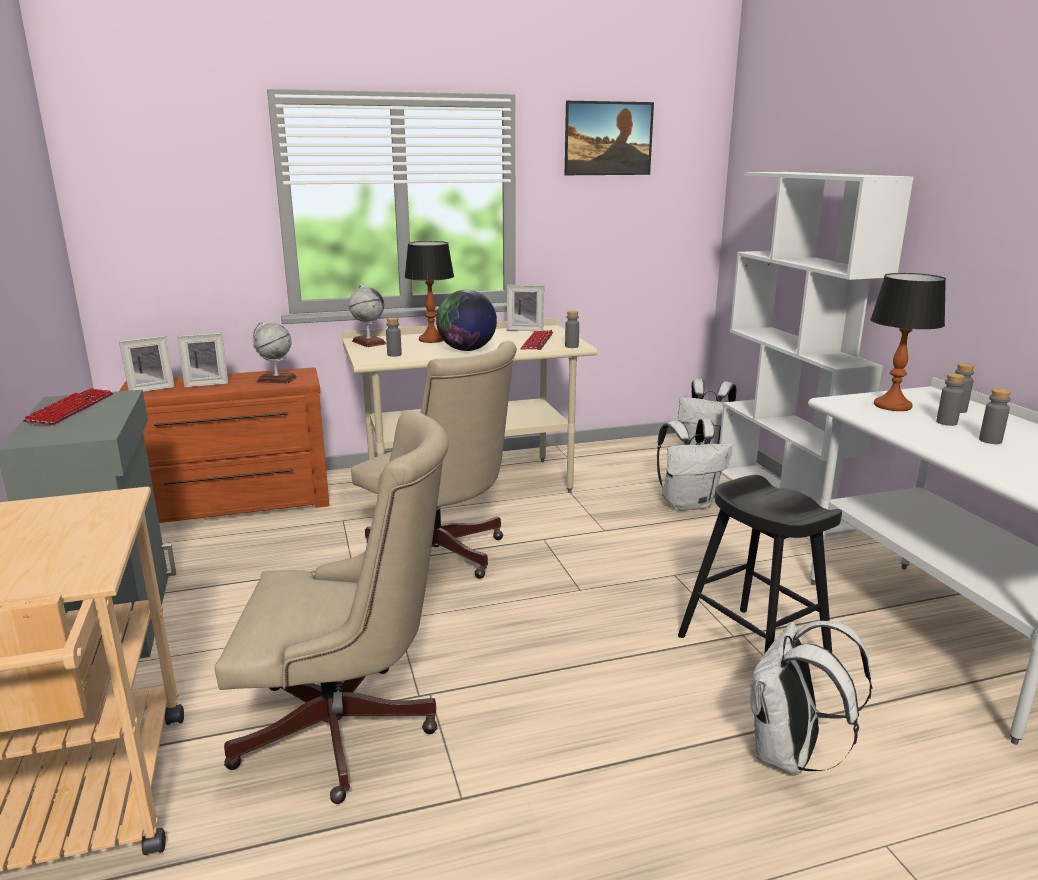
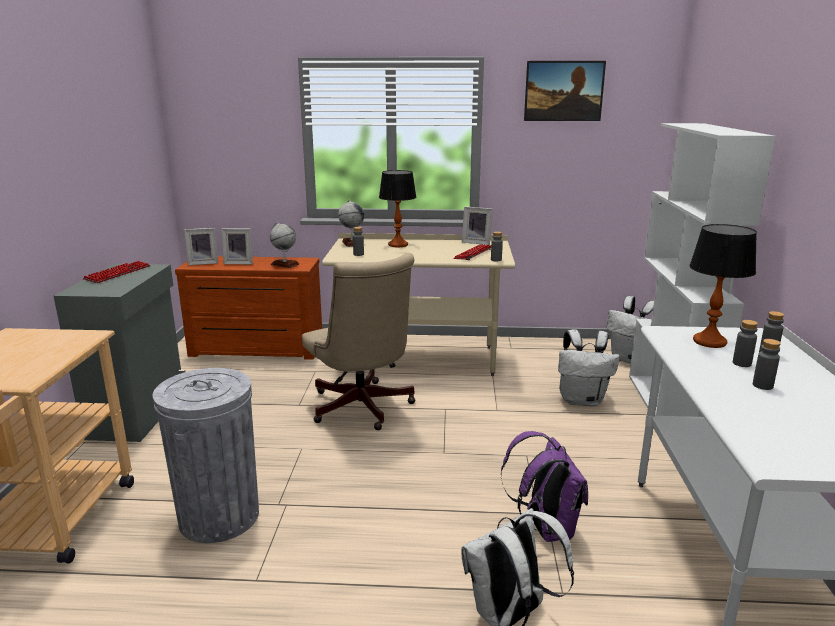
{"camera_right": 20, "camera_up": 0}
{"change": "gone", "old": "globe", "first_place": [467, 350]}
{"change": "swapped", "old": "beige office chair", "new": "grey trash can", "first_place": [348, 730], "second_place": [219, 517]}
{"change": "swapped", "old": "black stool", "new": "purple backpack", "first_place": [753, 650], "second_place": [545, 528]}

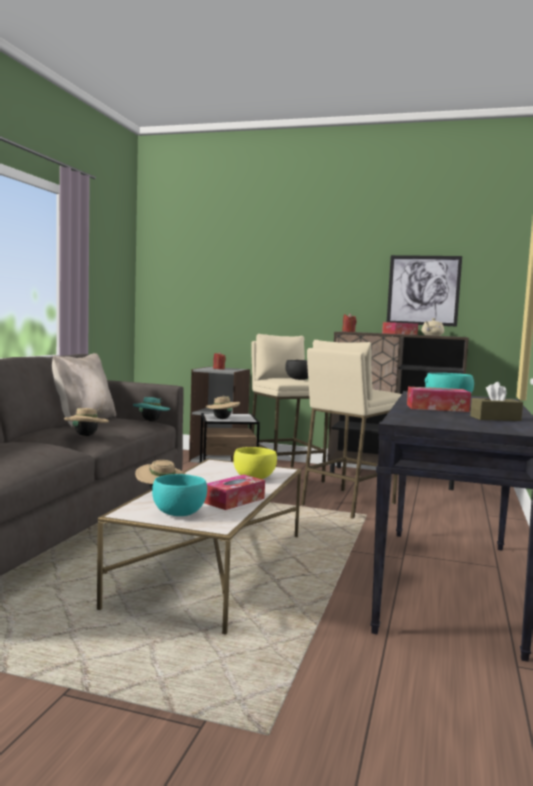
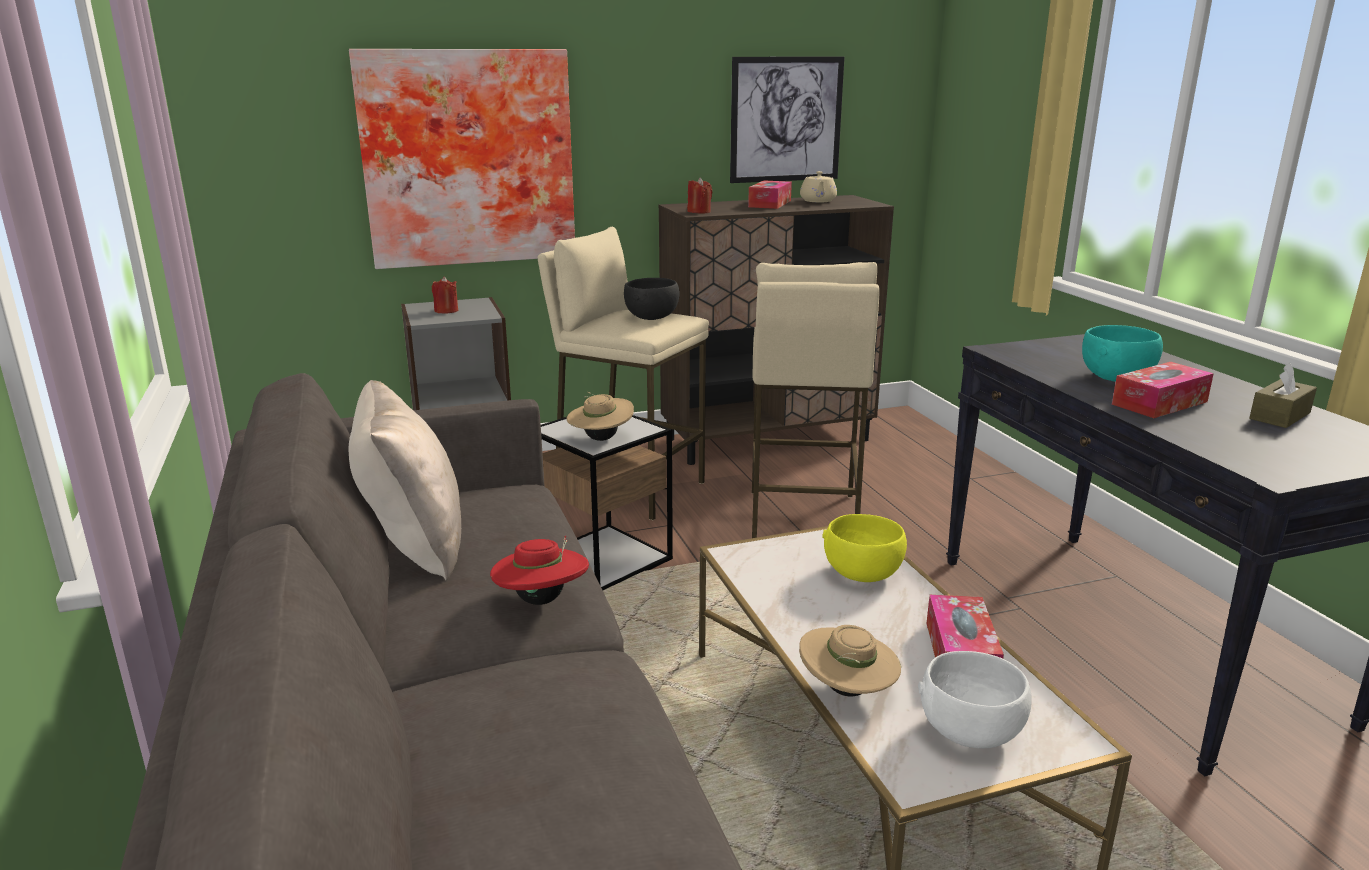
{"camera_right": -35, "camera_up": 15}
{"change": "gone", "old": "turquoise hat", "first_place": [151, 421]}
{"change": "repainted", "old": "beige hat", "new": "red hat", "first_place": [86, 436], "second_place": [542, 600]}
{"change": "repainted", "old": "turquoise bowl", "new": "white bowl", "first_place": [178, 513], "second_place": [970, 733]}
{"change": "new", "new": "picture", "second_place": [468, 158]}

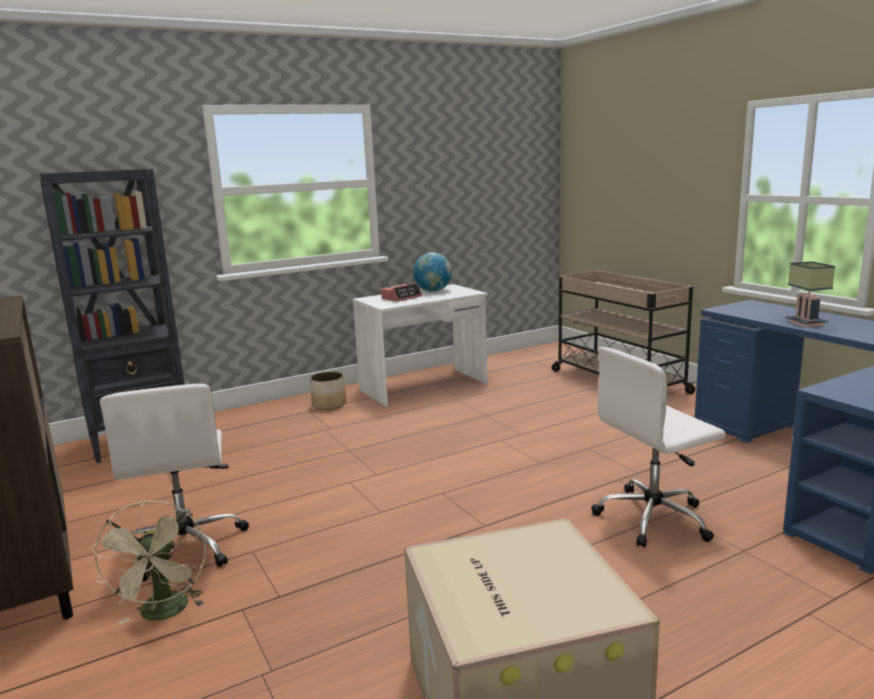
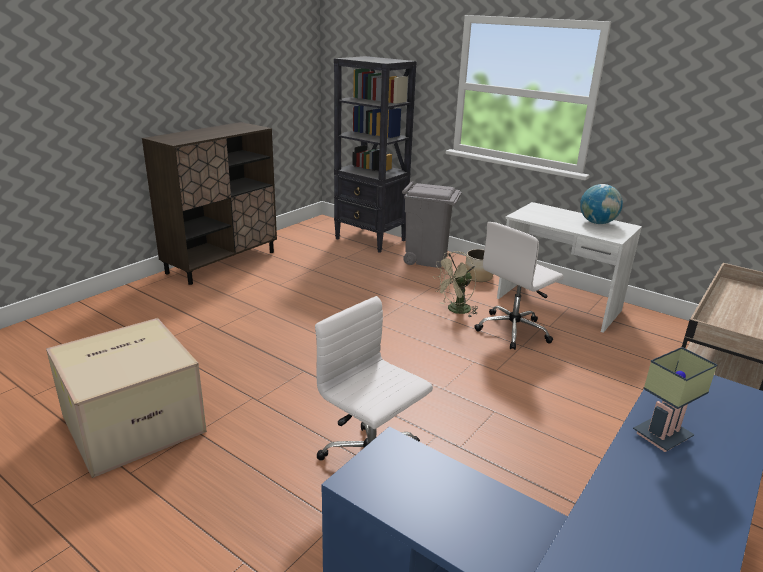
{"camera_right": 65, "camera_up": 10}
{"change": "gone", "old": "alarm clock", "first_place": [401, 298]}
{"change": "shifted", "old": "white office chair", "first_place": [186, 547], "second_place": [513, 330]}
{"change": "shifted", "old": "beige fan", "first_place": [164, 613], "second_place": [455, 310]}
{"change": "new", "new": "grey trash can", "second_place": [426, 259]}

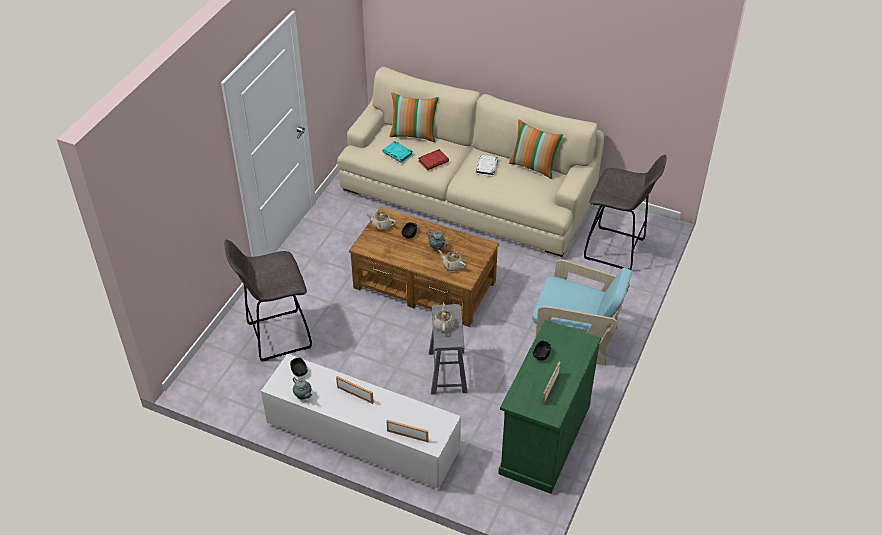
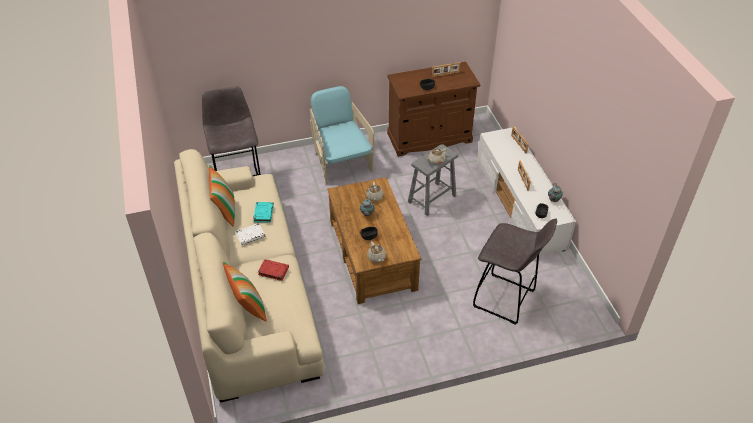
{"camera_right": -130, "camera_up": 0}
{"change": "shifted", "old": "turquoise book", "first_place": [398, 154], "second_place": [263, 213]}
{"change": "repainted", "old": "green cabinet", "new": "brown cabinet", "first_place": [544, 439], "second_place": [429, 138]}

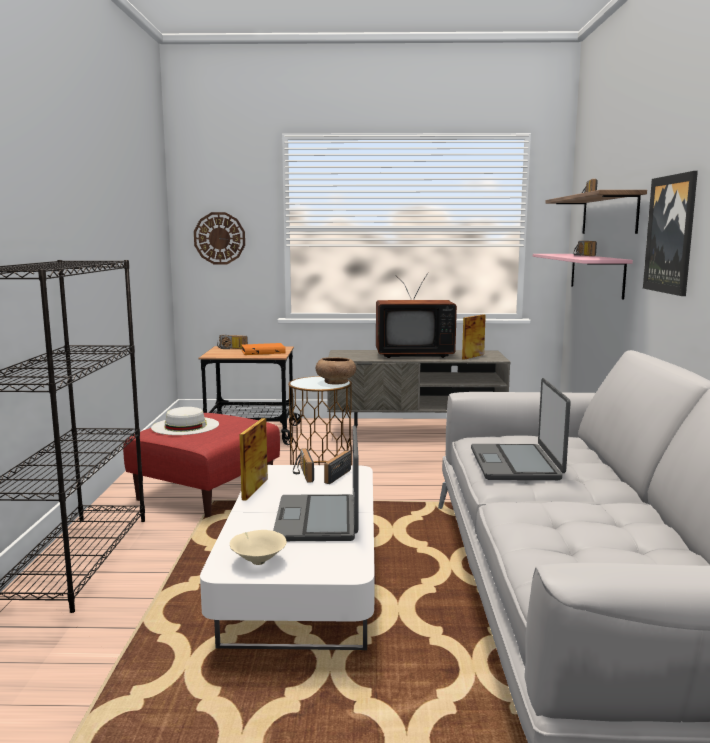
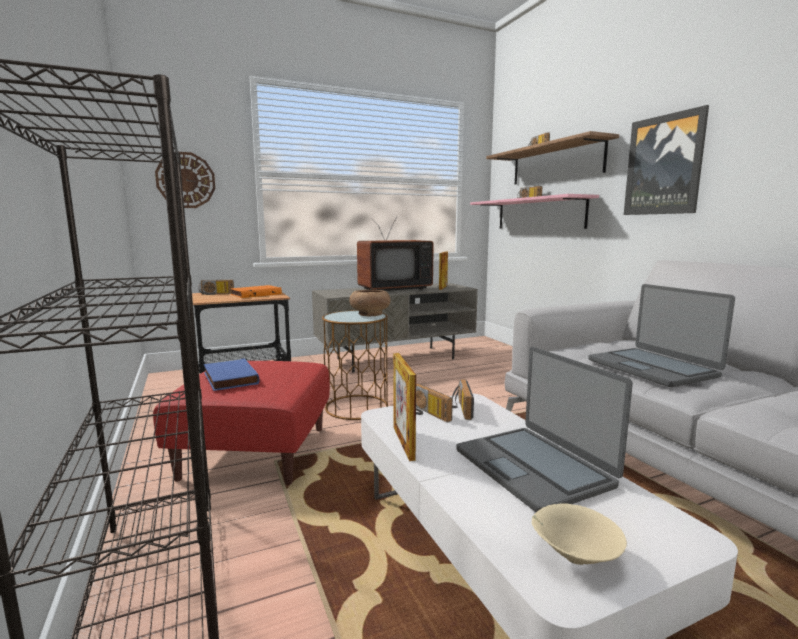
{"camera_right": -25, "camera_up": 0}
{"change": "swapped", "old": "white hat", "new": "blue book", "first_place": [185, 426], "second_place": [229, 378]}

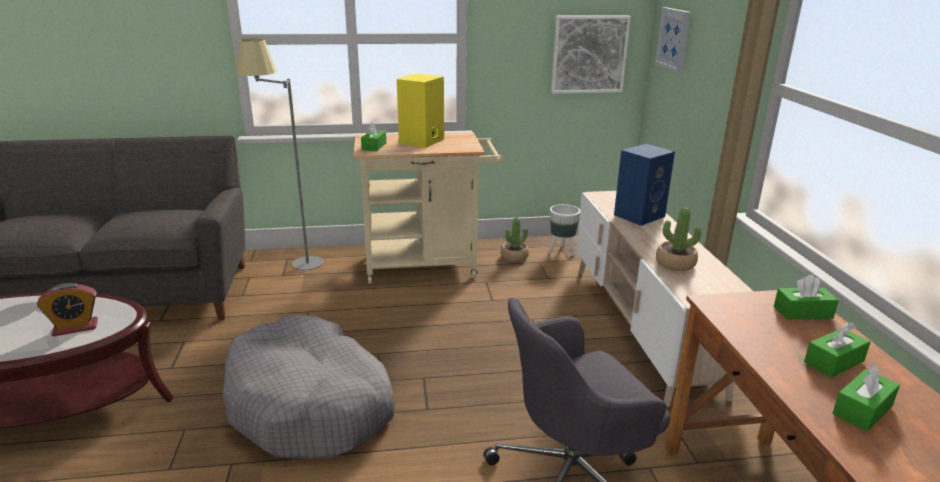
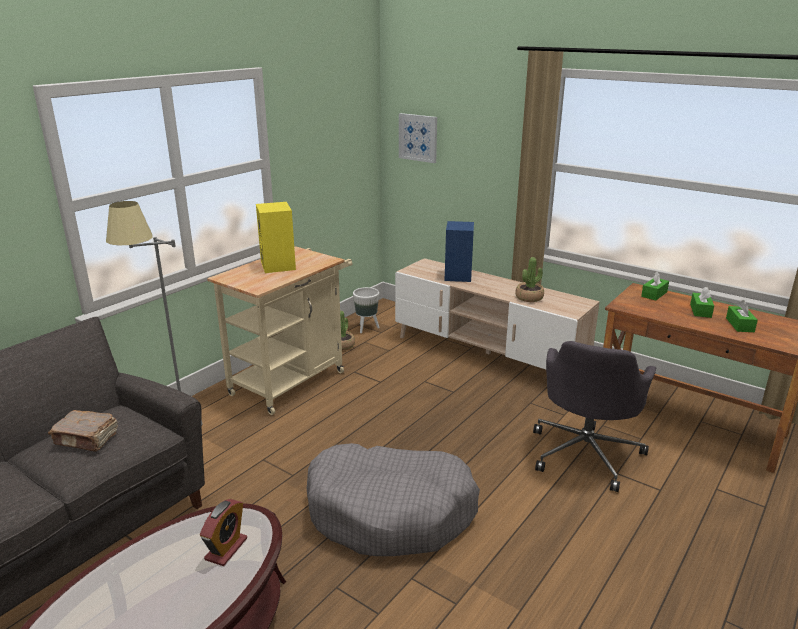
{"camera_right": -45, "camera_up": 0}
{"change": "gone", "old": "picture", "first_place": [589, 54]}
{"change": "gone", "old": "green tissue box", "first_place": [374, 146]}
{"change": "new", "new": "brown book", "second_place": [87, 439]}

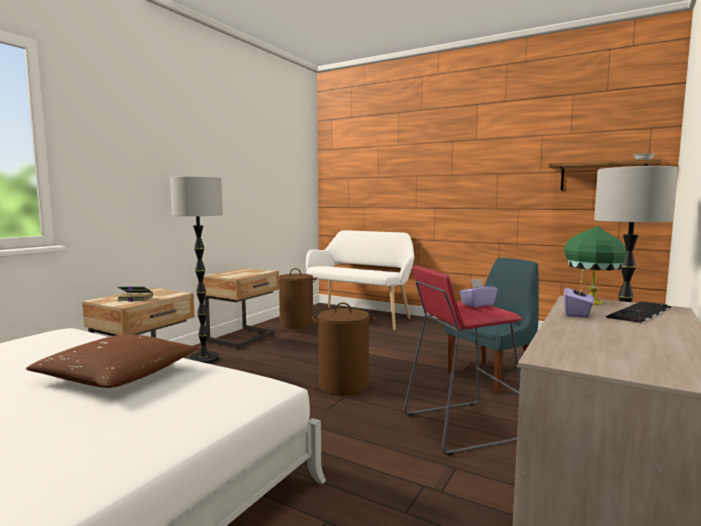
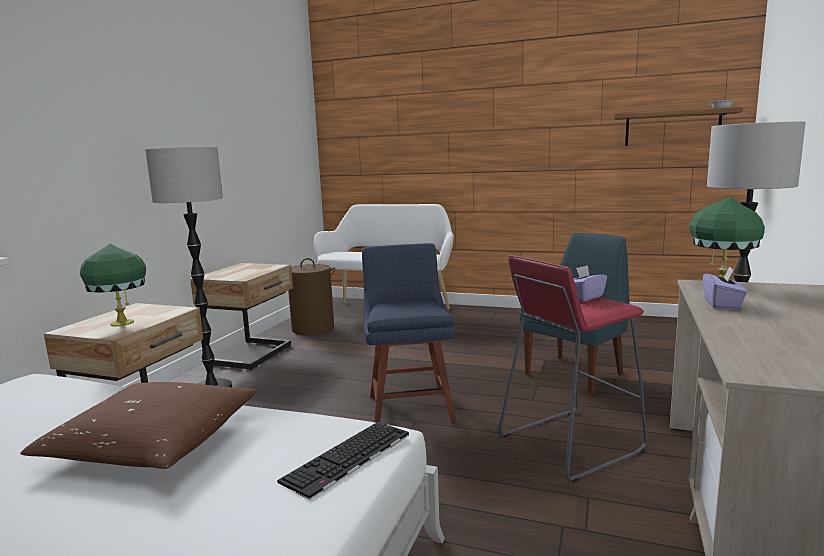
{"camera_right": -10, "camera_up": 5}
{"change": "swapped", "old": "book", "new": "green table lamp", "first_place": [134, 299], "second_place": [121, 323]}
{"change": "shifted", "old": "keyboard", "first_place": [641, 313], "second_place": [348, 459]}
{"change": "swapped", "old": "brown laundry basket", "new": "blue chair", "first_place": [344, 385], "second_place": [410, 406]}

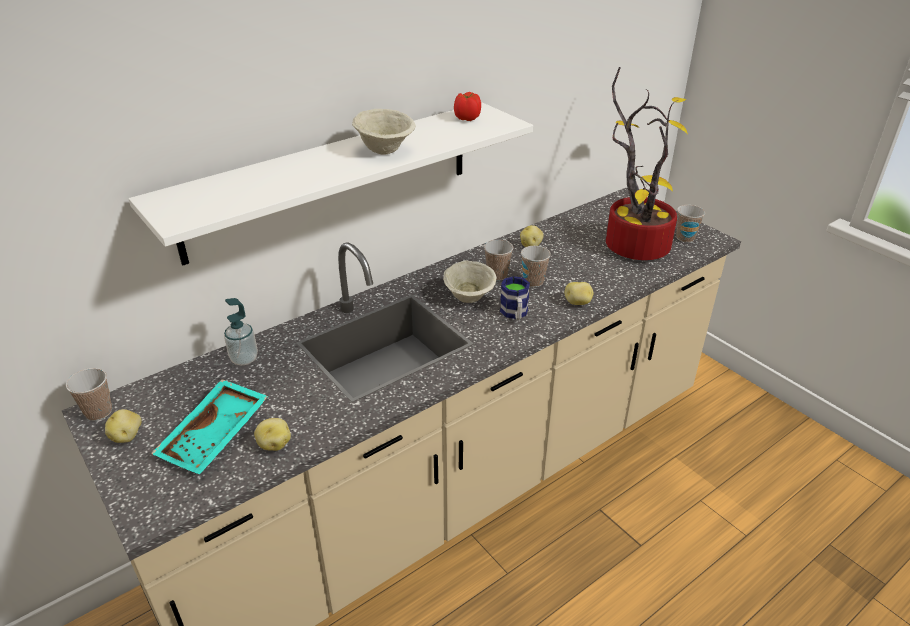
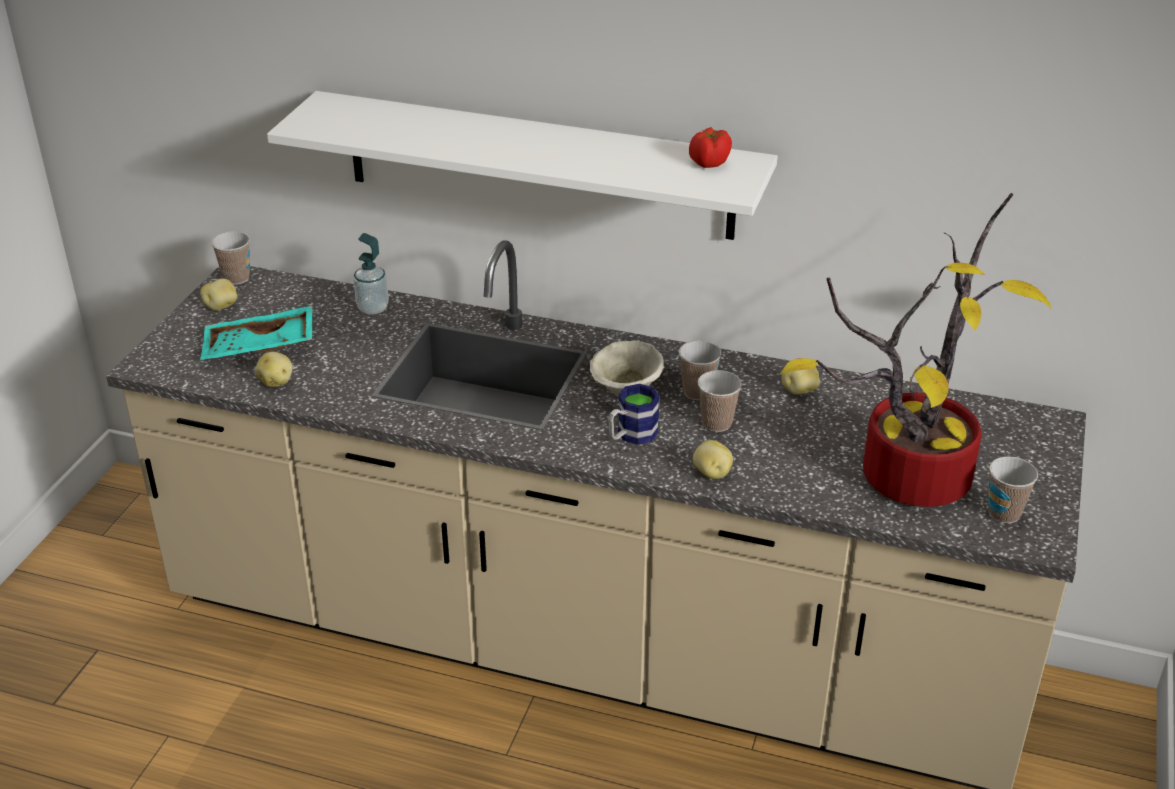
{"camera_right": 55, "camera_up": 0}
{"change": "gone", "old": "beige bowl", "first_place": [385, 150]}

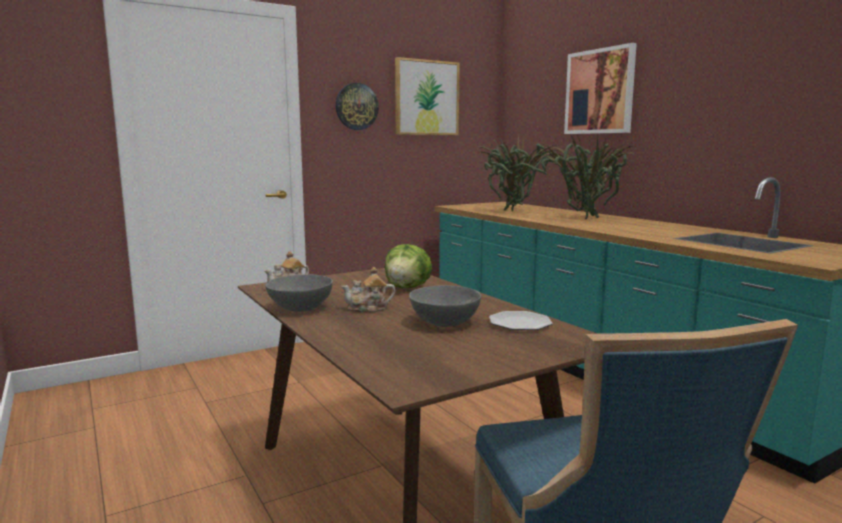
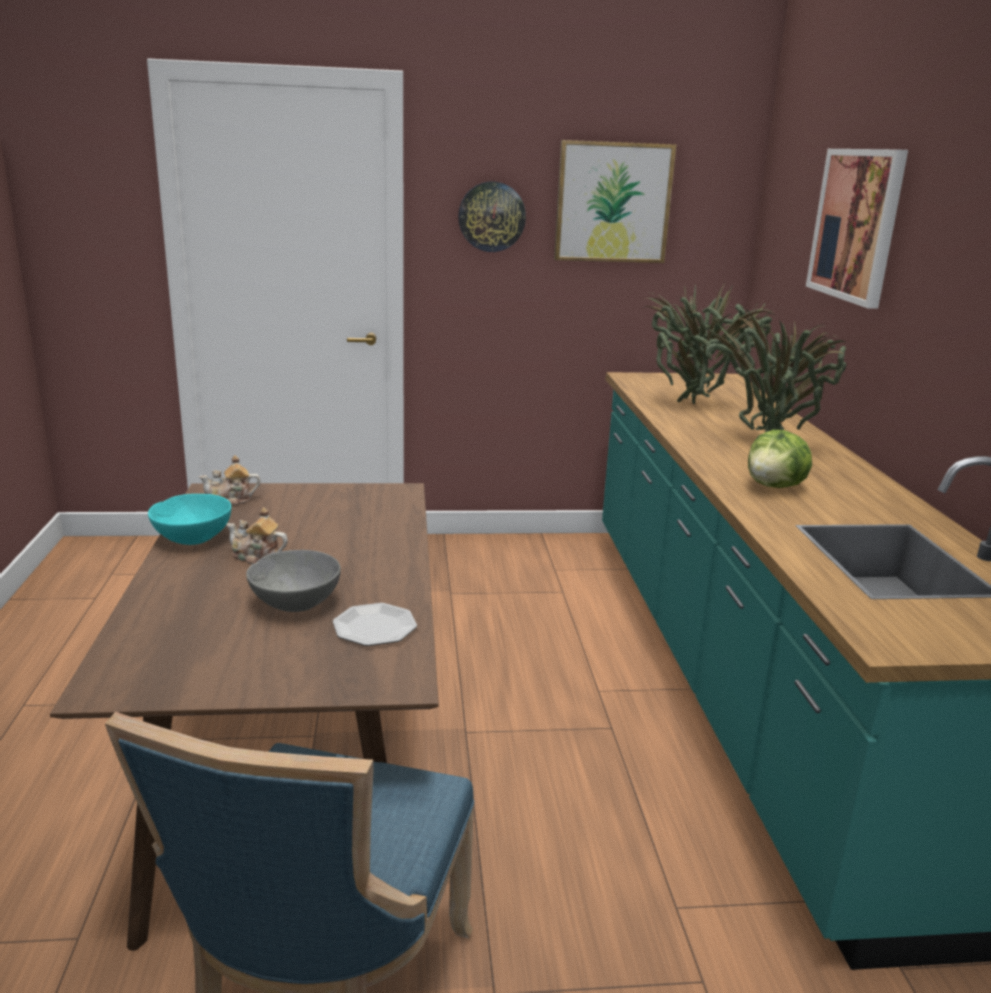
{"camera_right": 25, "camera_up": 10}
{"change": "shifted", "old": "lettuce", "first_place": [408, 288], "second_place": [775, 486]}
{"change": "repainted", "old": "grey bowl", "new": "turquoise bowl", "first_place": [300, 308], "second_place": [192, 538]}

